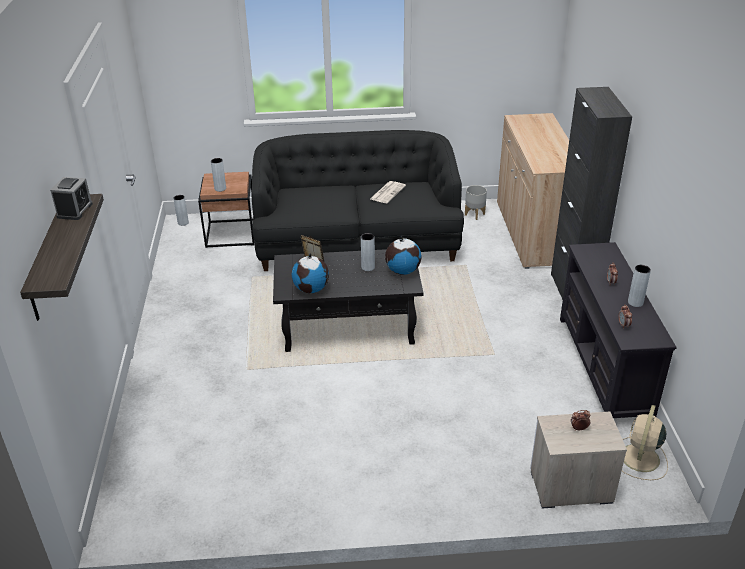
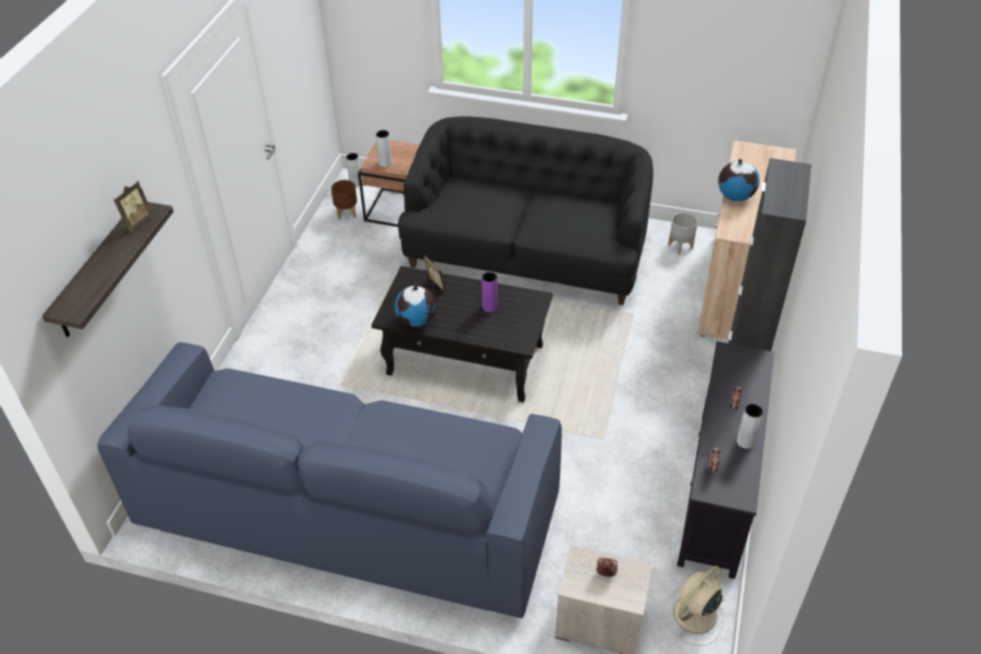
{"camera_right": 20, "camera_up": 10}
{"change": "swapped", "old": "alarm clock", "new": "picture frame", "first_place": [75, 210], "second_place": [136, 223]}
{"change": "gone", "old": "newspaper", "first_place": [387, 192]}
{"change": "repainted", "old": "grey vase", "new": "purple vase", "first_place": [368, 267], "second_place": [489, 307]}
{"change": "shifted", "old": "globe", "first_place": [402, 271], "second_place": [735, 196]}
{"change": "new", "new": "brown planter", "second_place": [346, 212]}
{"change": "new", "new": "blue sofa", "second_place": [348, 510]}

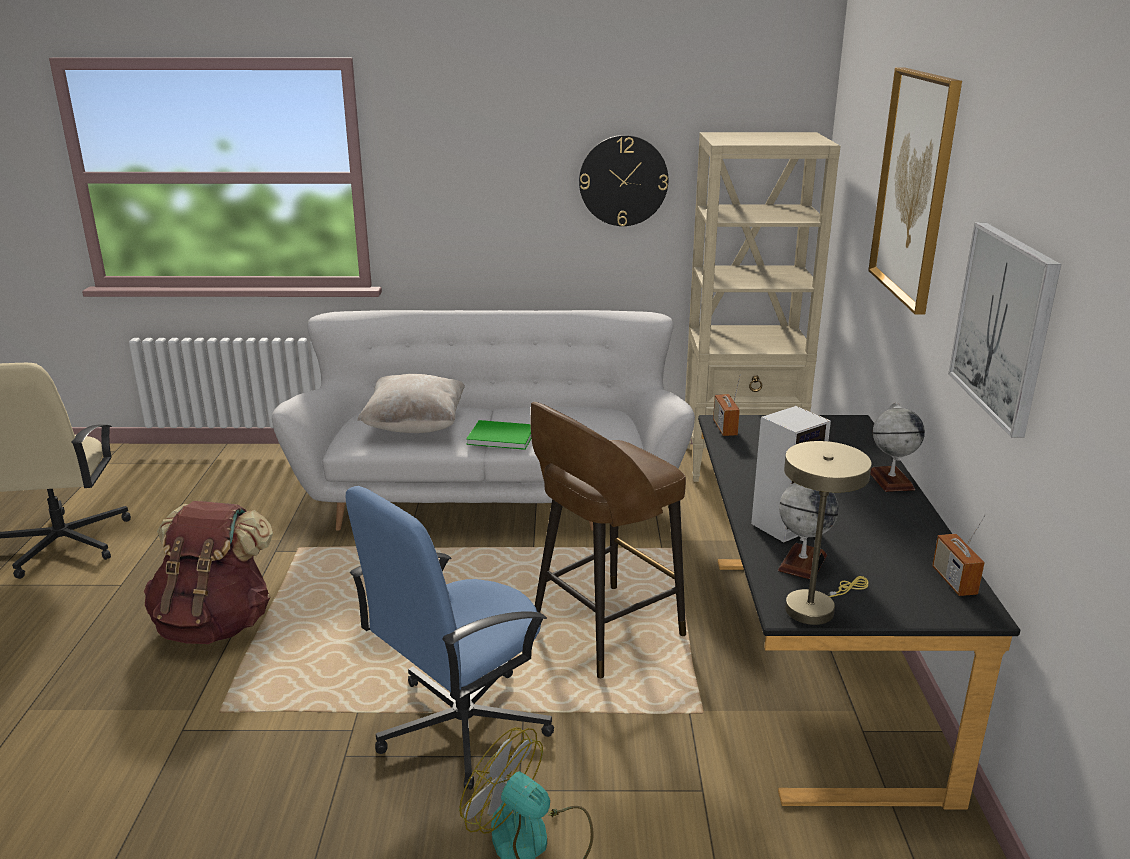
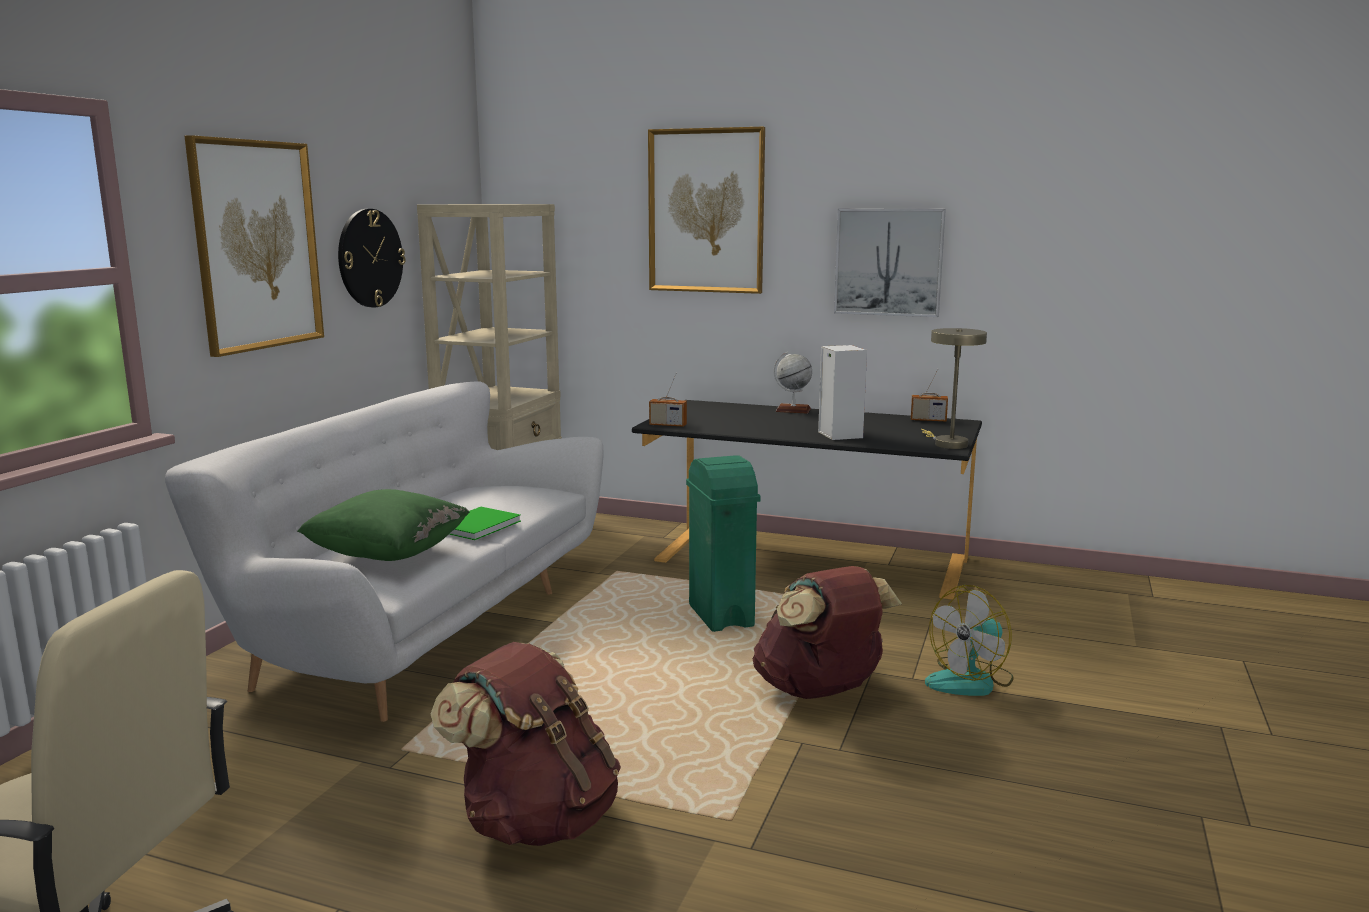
{"camera_right": -70, "camera_up": -10}
{"change": "repainted", "old": "beige pillow", "new": "green pillow", "first_place": [415, 426], "second_place": [388, 555]}
{"change": "swapped", "old": "brown stool", "new": "green trash can", "first_place": [603, 631], "second_place": [720, 616]}
{"change": "gone", "old": "globe", "first_place": [802, 562]}
{"change": "swapped", "old": "blue office chair", "new": "brown backpack", "first_place": [460, 725], "second_place": [820, 691]}
{"change": "new", "new": "picture", "second_place": [257, 245]}

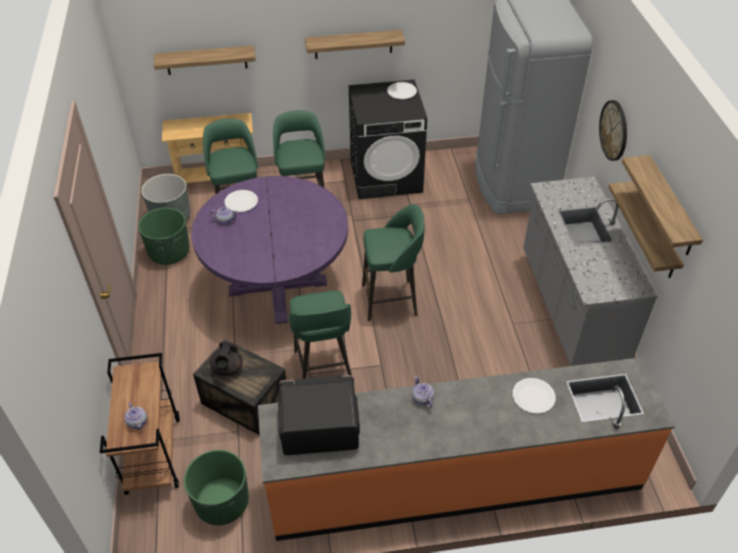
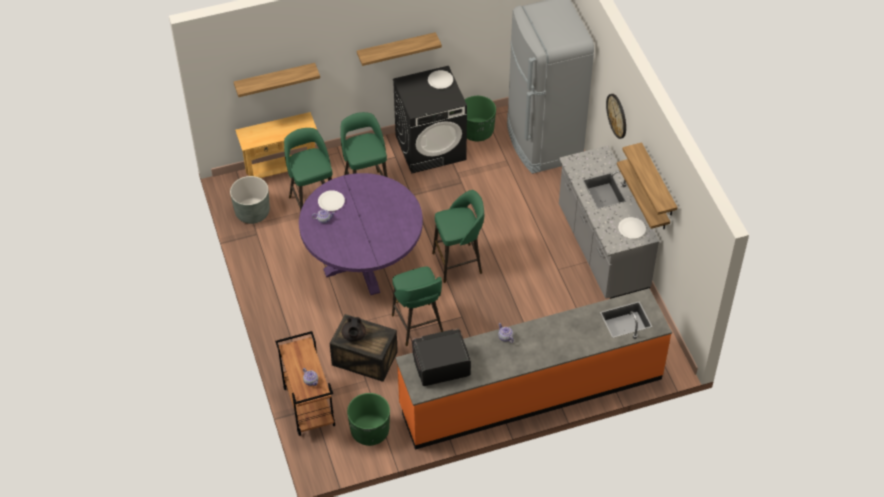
{"camera_right": -10, "camera_up": 5}
{"change": "shifted", "old": "green planter", "first_place": [169, 252], "second_place": [477, 131]}
{"change": "shifted", "old": "white plate", "first_place": [533, 396], "second_place": [632, 228]}

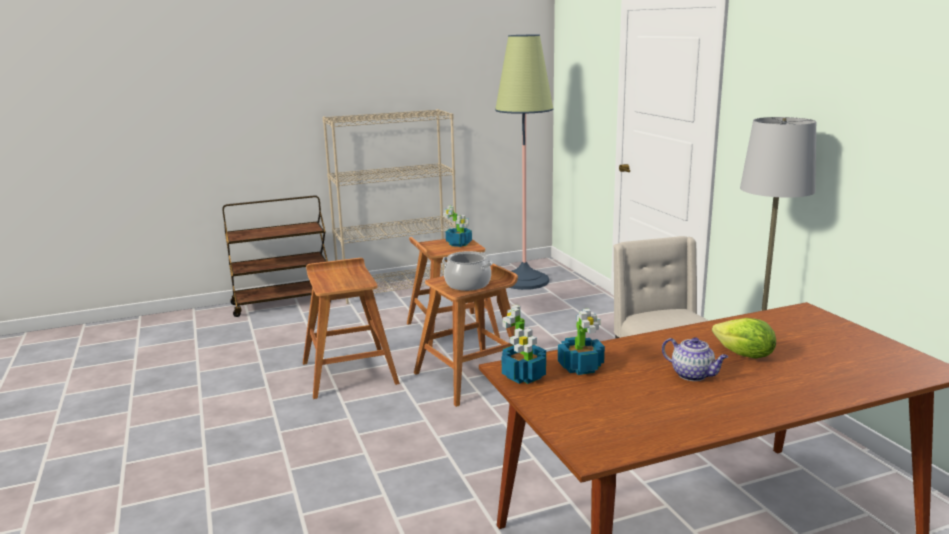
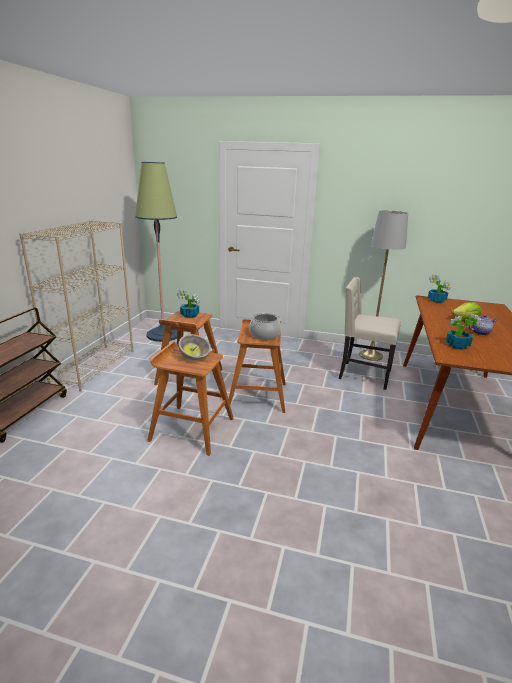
{"camera_right": -55, "camera_up": 5}
{"change": "shifted", "old": "potted plant", "first_place": [524, 376], "second_place": [437, 301]}
{"change": "new", "new": "bowl", "second_place": [195, 357]}

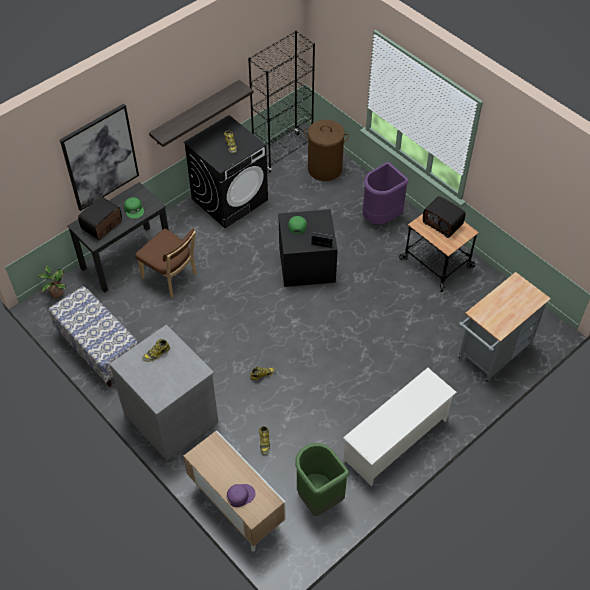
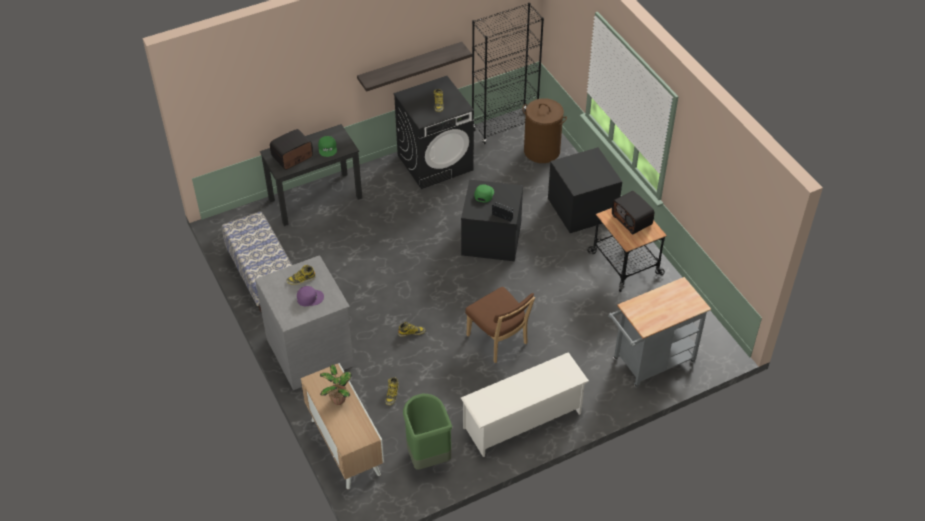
{"camera_right": 15, "camera_up": -5}
{"change": "gone", "old": "picture", "first_place": [100, 157]}
{"change": "swapped", "old": "purple trash can", "new": "black storage box", "first_place": [381, 217], "second_place": [583, 208]}
{"change": "shifted", "old": "brown chair", "first_place": [171, 277], "second_place": [499, 341]}
{"change": "shifted", "old": "potted plant", "first_place": [57, 293], "second_place": [338, 399]}
{"change": "shifted", "old": "purple cap", "first_place": [240, 495], "second_place": [309, 297]}

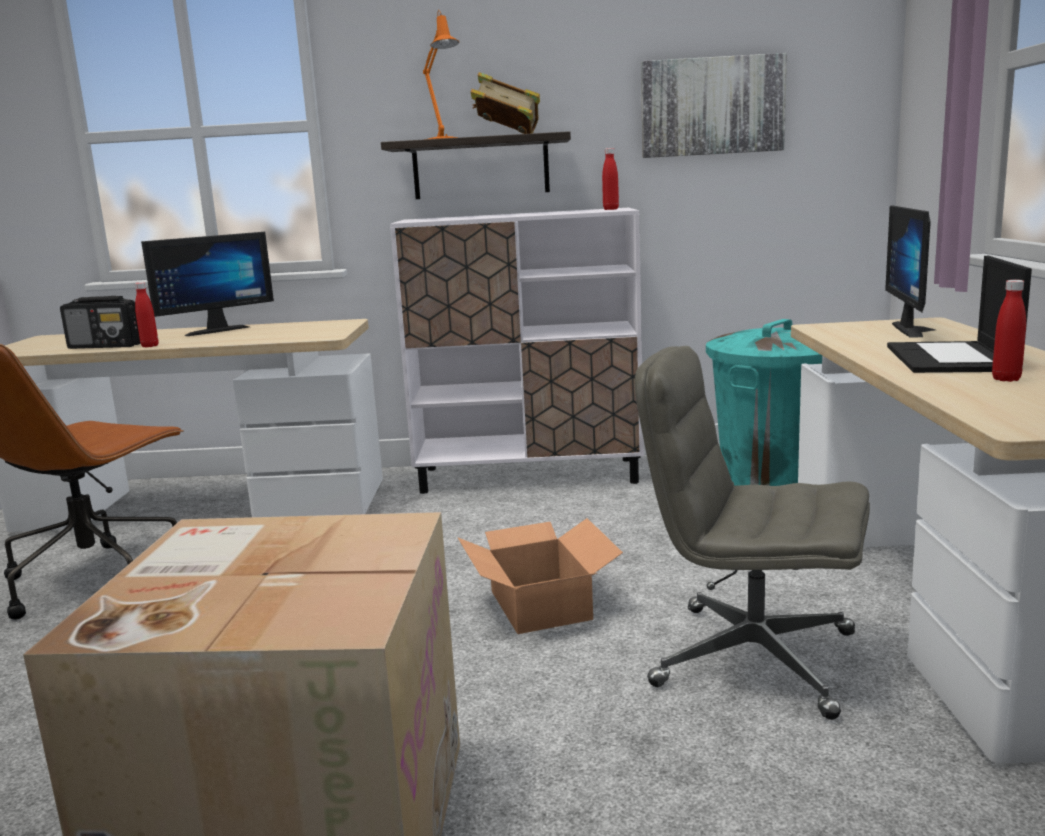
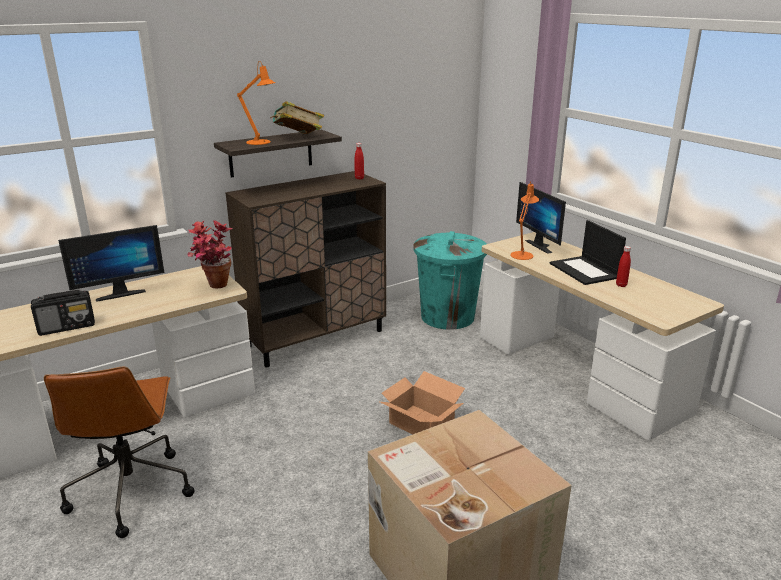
{"camera_right": -35, "camera_up": 10}
{"change": "gone", "old": "picture", "first_place": [712, 106]}
{"change": "repainted", "old": "white cabinet", "new": "brown cabinet", "first_place": [530, 475], "second_place": [316, 338]}
{"change": "rotated", "old": "monitor", "first_place": [214, 330], "second_place": [120, 293], "degrees": 45}
{"change": "gone", "old": "red bottle", "first_place": [150, 346]}
{"change": "gone", "old": "grey office chair", "first_place": [751, 658]}
{"change": "new", "new": "orange table lamp", "second_place": [522, 254]}
{"change": "new", "new": "potted plant", "second_place": [214, 288]}

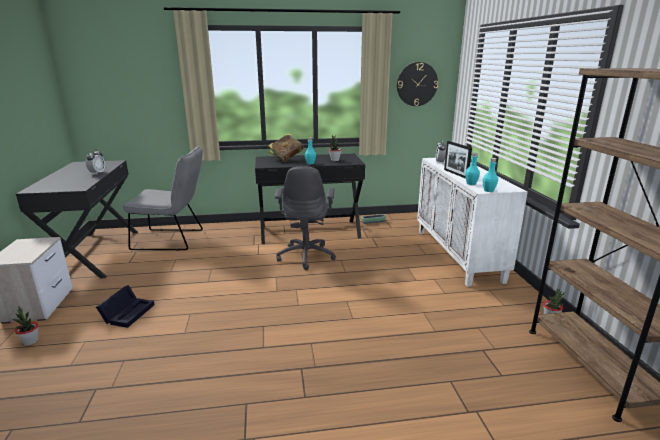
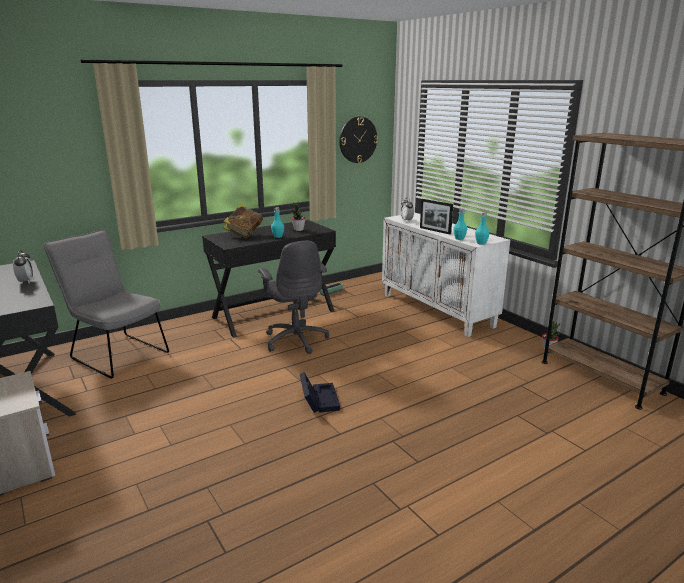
{"camera_right": -25, "camera_up": 0}
{"change": "rotated", "old": "grey chair", "first_place": [173, 240], "second_place": [116, 353], "degrees": -120}
{"change": "shifted", "old": "black storage box", "first_place": [128, 312], "second_place": [318, 399]}
{"change": "gone", "old": "potted plant", "first_place": [30, 341]}

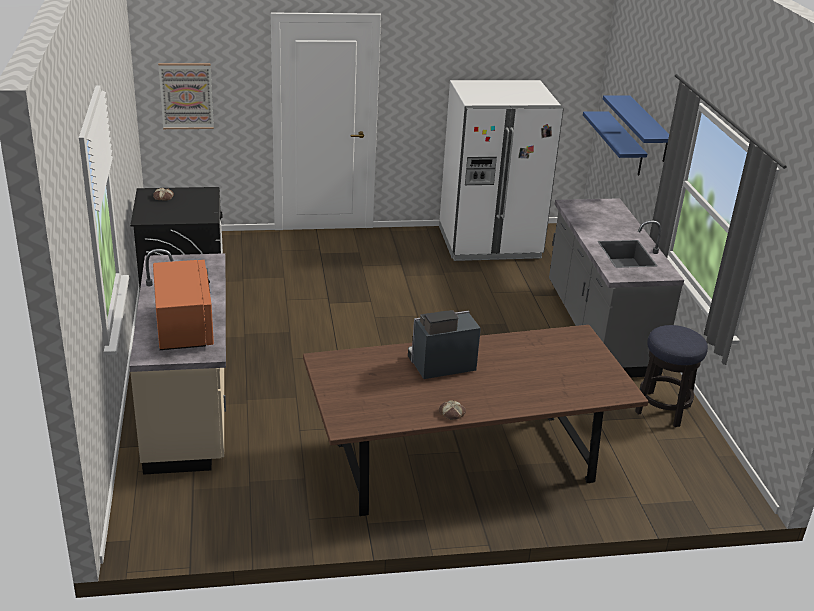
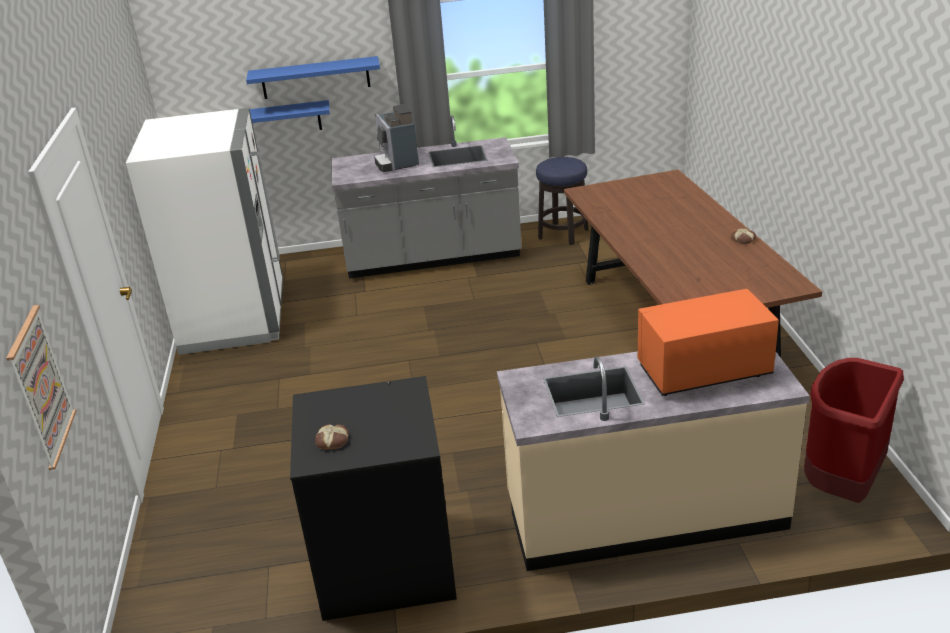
{"camera_right": -85, "camera_up": 0}
{"change": "shifted", "old": "coffee machine", "first_place": [439, 366], "second_place": [397, 162]}
{"change": "new", "new": "red trash can", "second_place": [842, 484]}

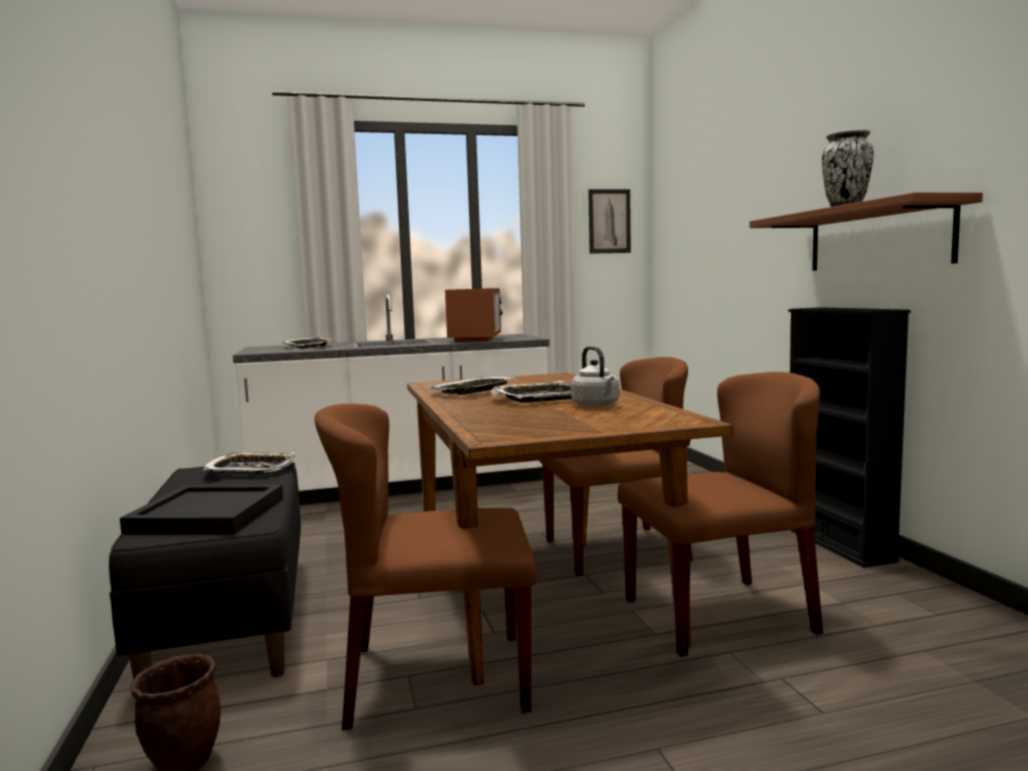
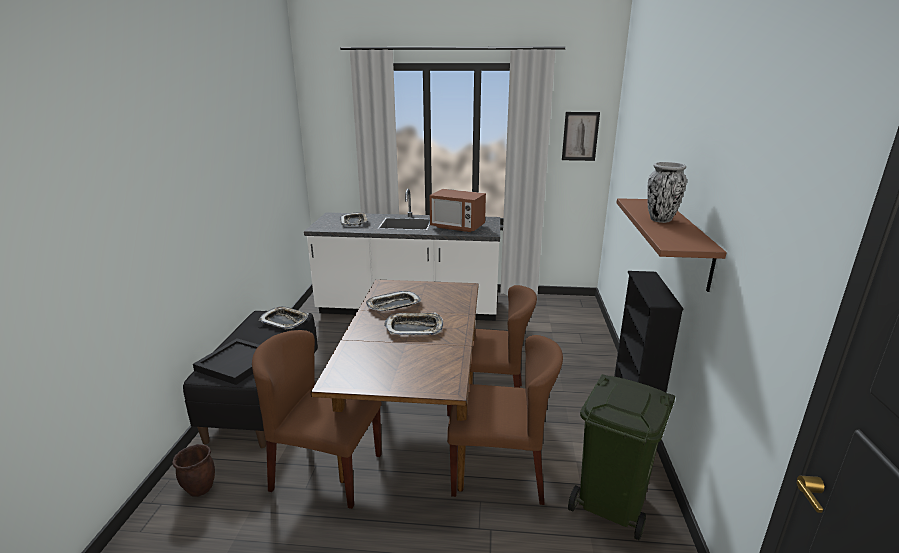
{"camera_right": 20, "camera_up": 15}
{"change": "rotated", "old": "microwave", "first_place": [476, 339], "second_place": [457, 227], "degrees": 90}
{"change": "gone", "old": "grey kettle", "first_place": [597, 406]}
{"change": "new", "new": "green trash can", "second_place": [613, 504]}

